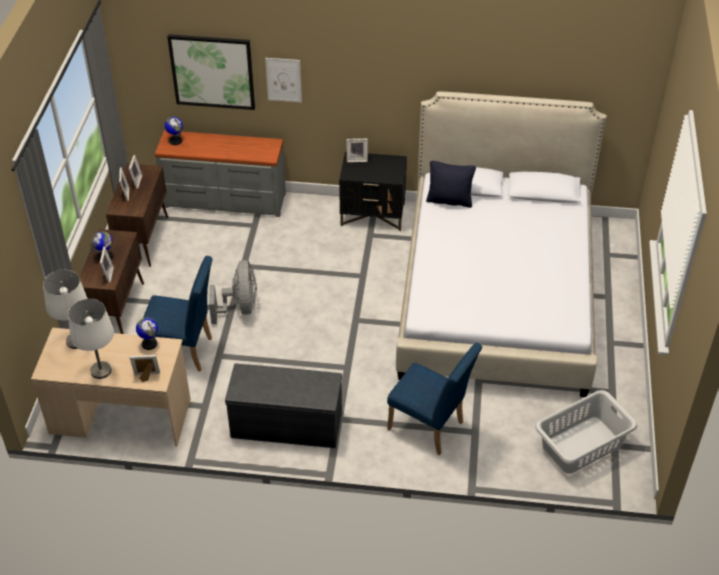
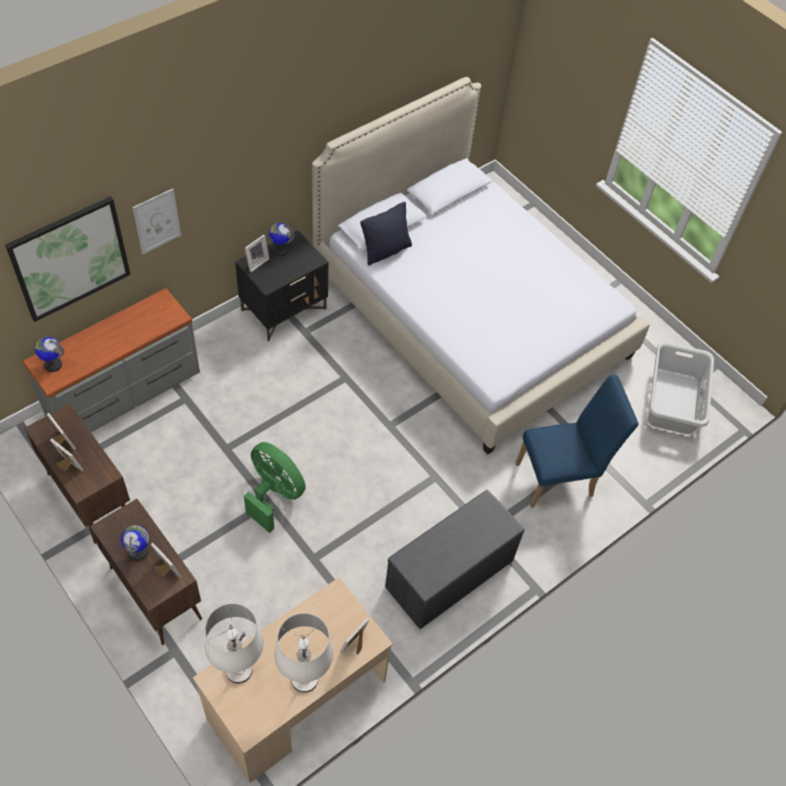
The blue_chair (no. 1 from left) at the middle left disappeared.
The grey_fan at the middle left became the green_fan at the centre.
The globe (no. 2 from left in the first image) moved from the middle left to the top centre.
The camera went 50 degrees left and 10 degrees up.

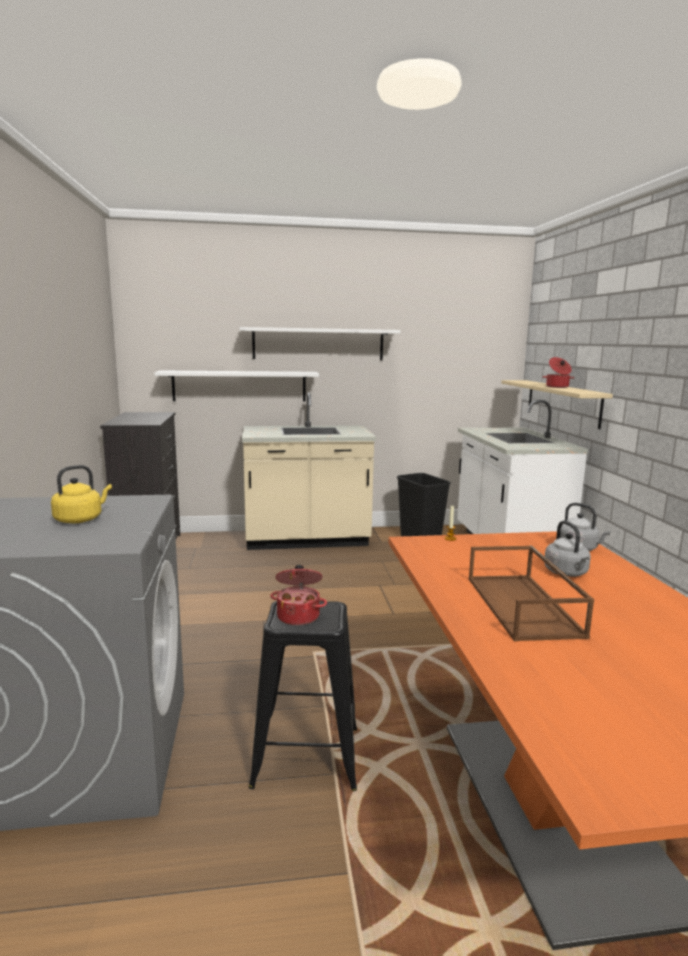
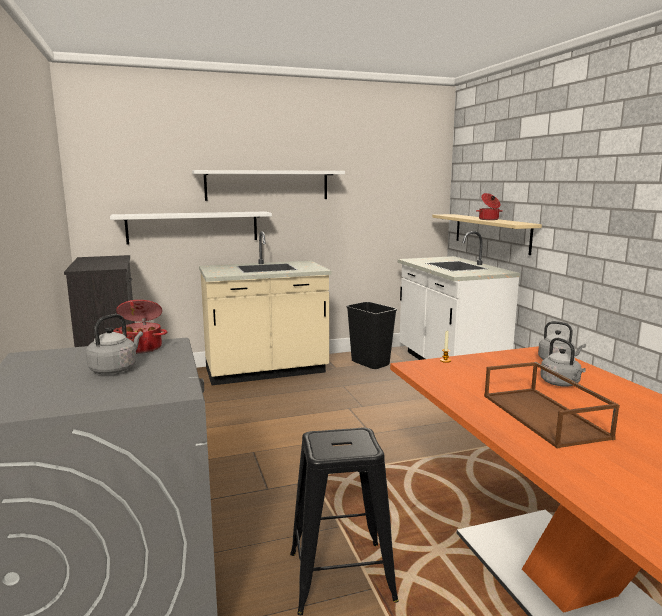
The yellow_kettle at the middle left became the grey_kettle (no. 1 from left) at the middle left.
The cooking_pot (no. 1 from left) moved from the centre to the middle left.
The camera went 10 degrees left and 0 degrees up.

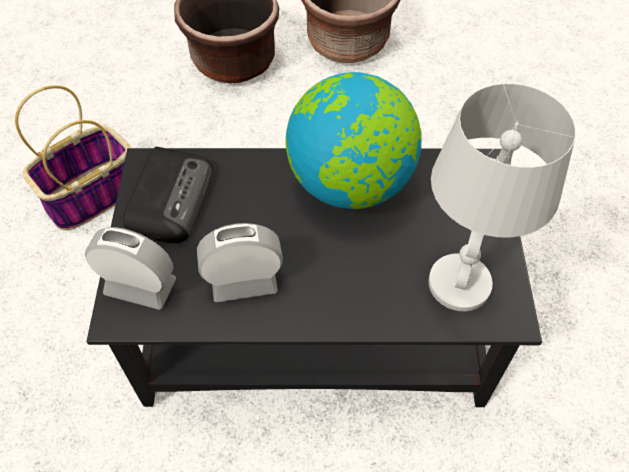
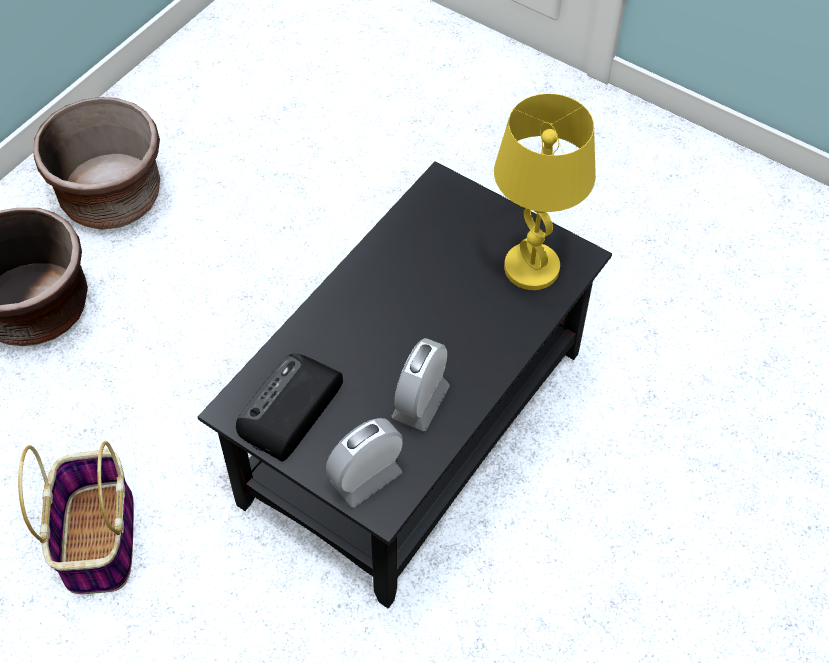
The globe at the top centre disappeared.
The white_table_lamp at the middle right became the yellow_table_lamp at the top centre.
The radio at the middle left turned 105 degrees counterclockwise.
The camera went 55 degrees left and 0 degrees up.

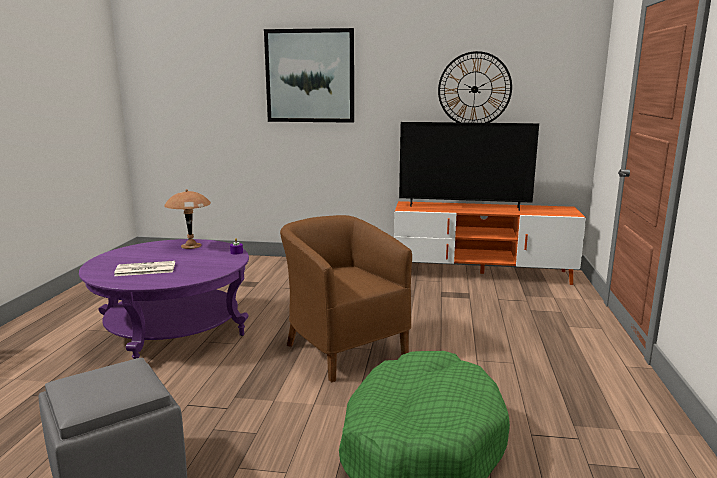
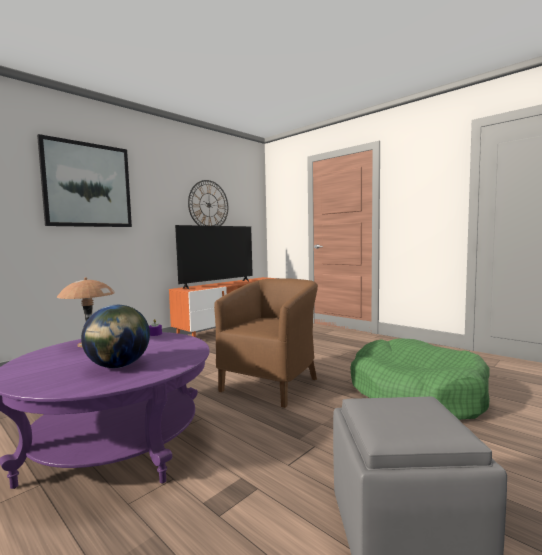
The brown_armchair at the centre turned 120 degrees clockwise.
The newspaper at the middle left was replaced by the globe at the middle left.
The camera went 55 degrees left and 10 degrees down.

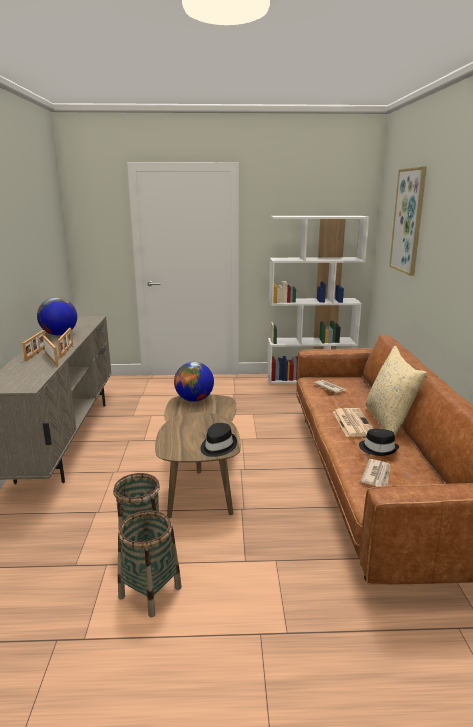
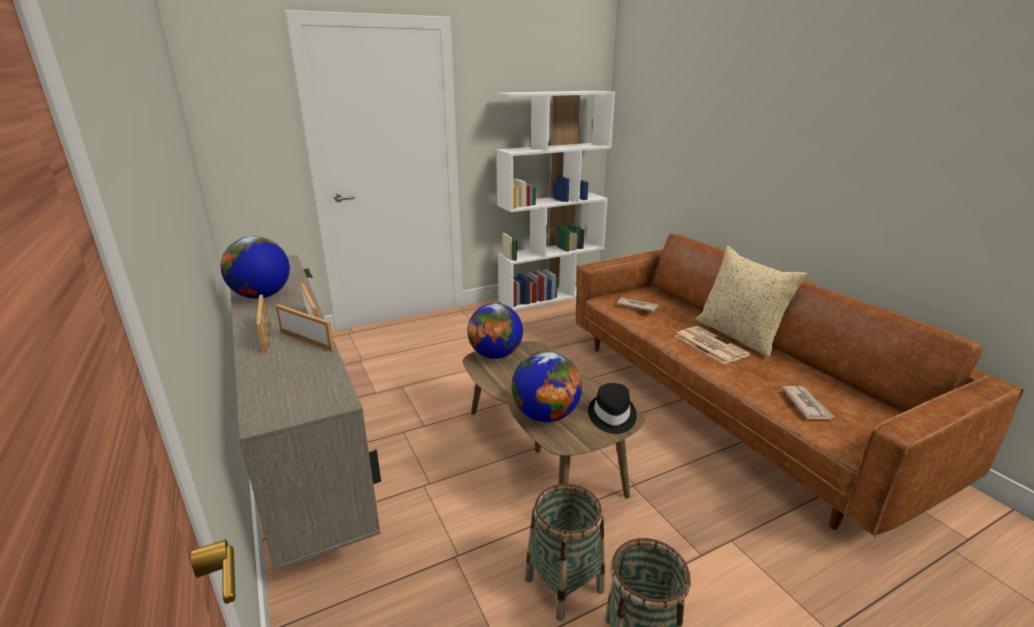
The picture at the top right disappeared.
The black_hat (no. 2 from left) at the middle right disappeared.
The globe (no. 3 from left) at the centre appeared.
The camera went 25 degrees left and 5 degrees up.

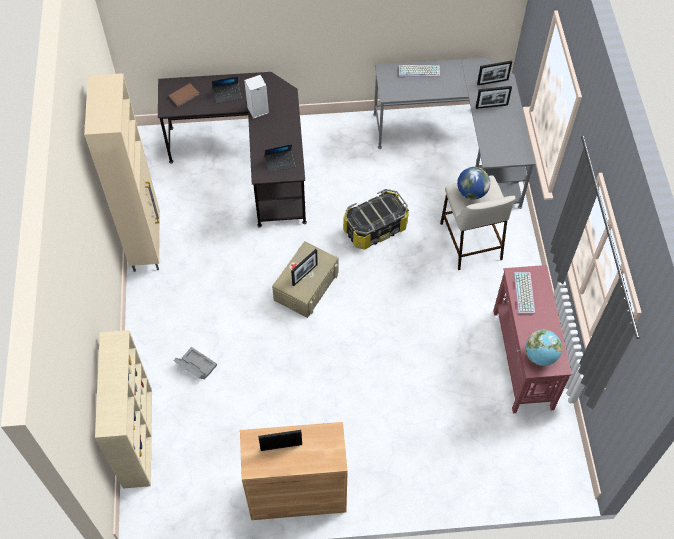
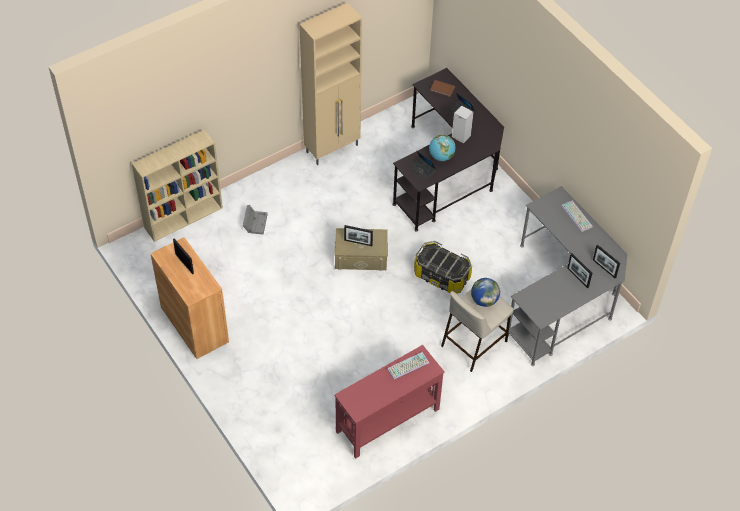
The globe (no. 2 from left in the first image) moved from the middle right to the top centre.
The camera went 60 degrees right and 5 degrees down.

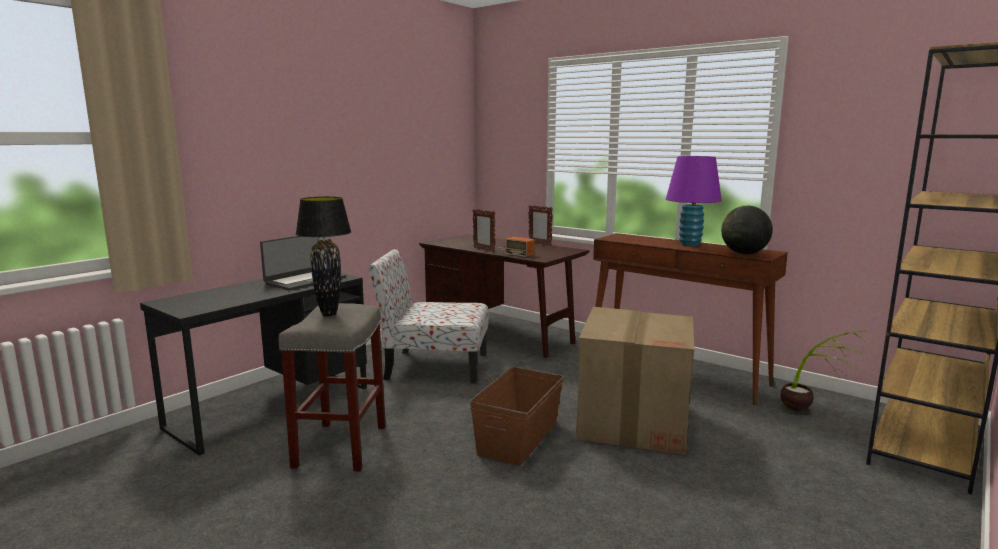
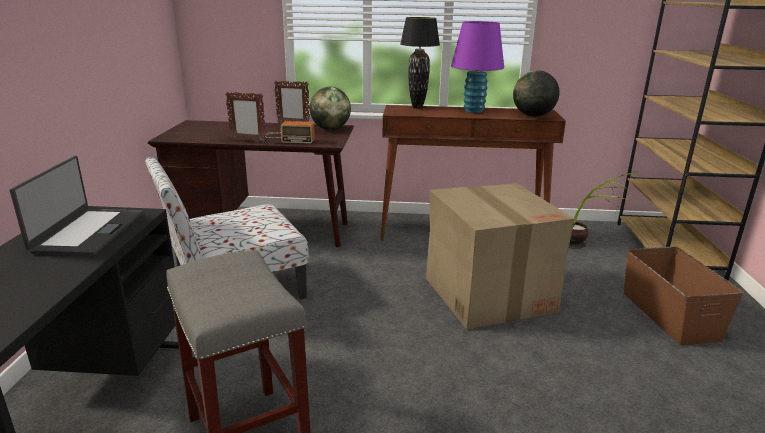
The black_table_lamp moved from the middle left to the top centre.
The brown_storage_box moved from the bottom centre to the bottom right.
The globe (no. 1 from left) at the top centre appeared.
The camera went 35 degrees left and 10 degrees up.

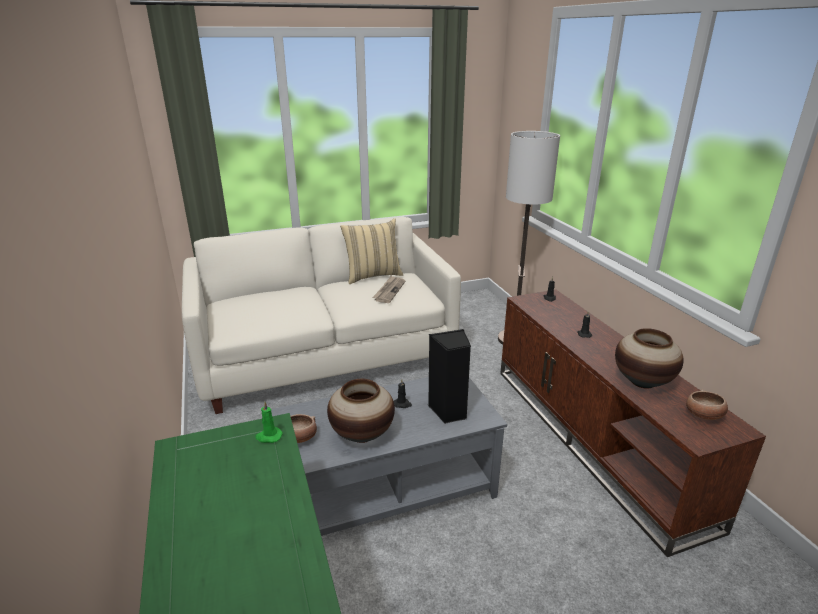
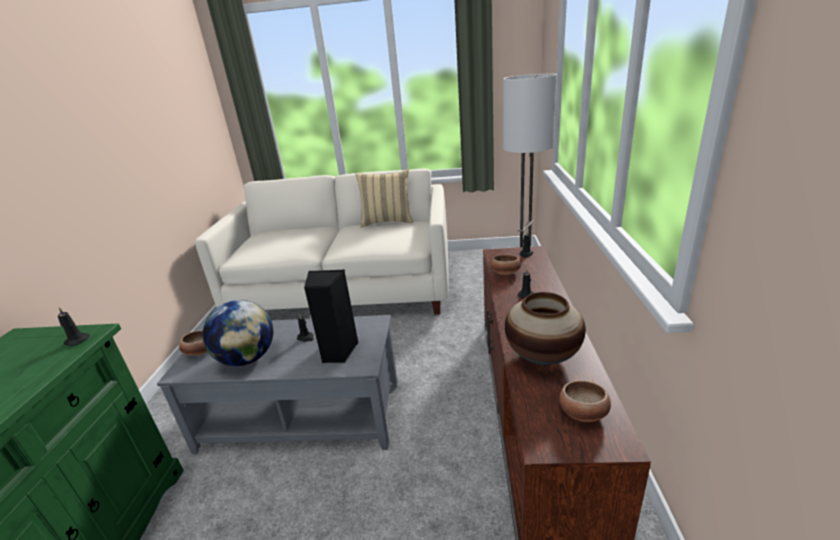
The newspaper at the centre disappeared.
The vase (no. 1 from left) at the bottom centre was replaced by the globe at the middle left.
The green_candle at the bottom left became the black_candle (no. 1 from left) at the middle left.
The bowl (no. 2 from left) at the centre appeared.
The camera went 25 degrees right and 0 degrees up.

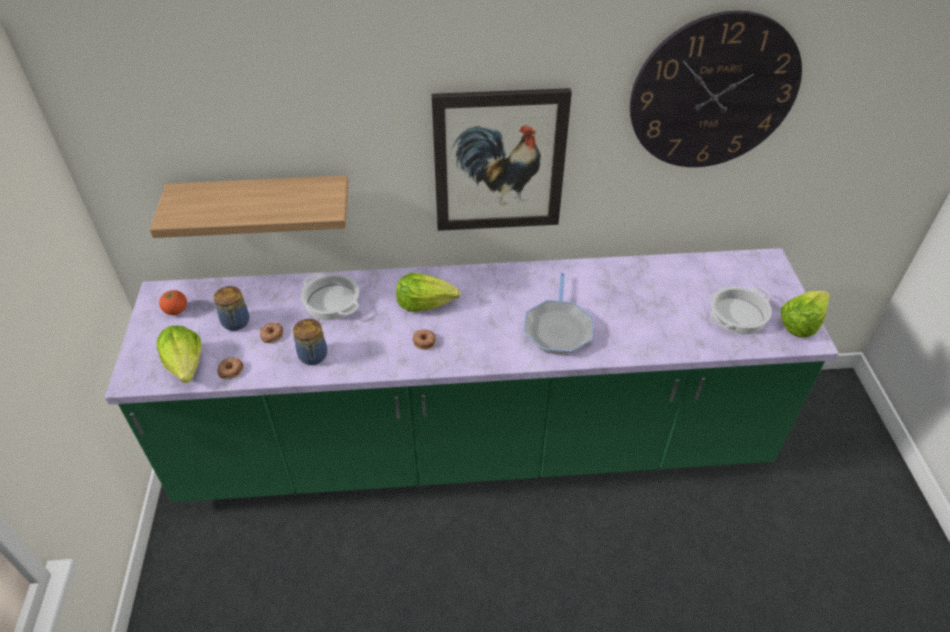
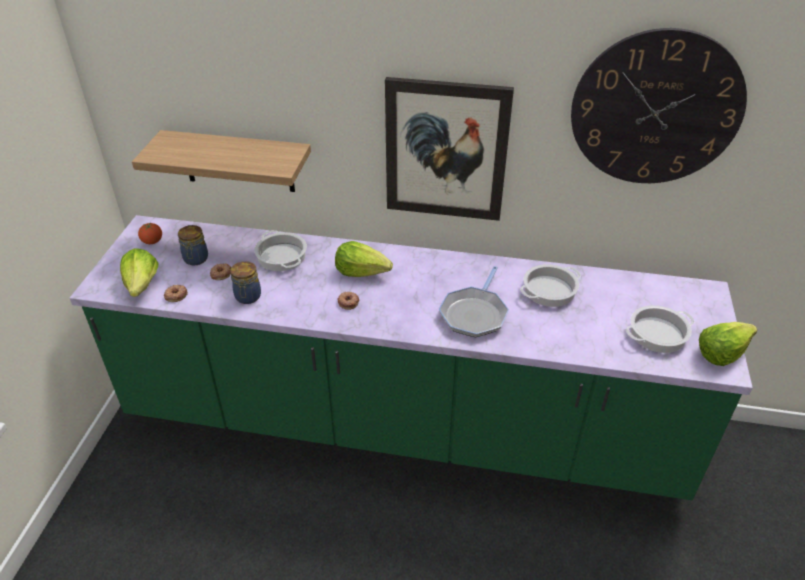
The cooking_pot (no. 2 from left) at the middle right appeared.
The camera went 15 degrees right and 5 degrees down.

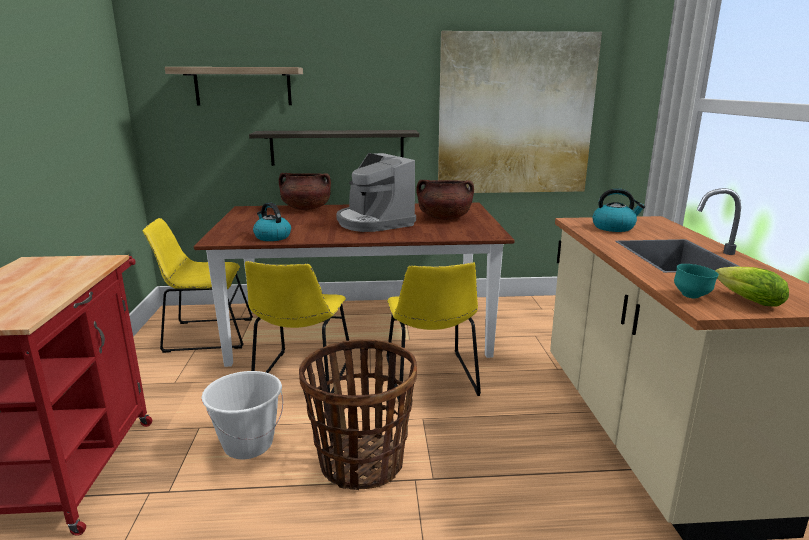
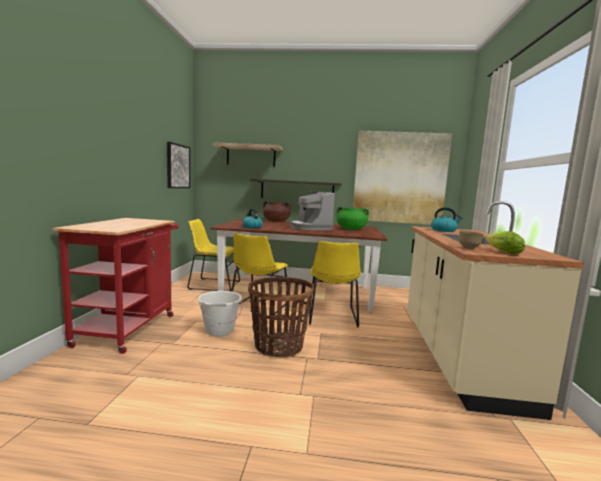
The brown_cooking_pot (no. 2 from left) at the centre became the green_cooking_pot at the centre.
The turquoise_bowl at the middle right became the brown_bowl at the middle right.
The picture (no. 1 from left) at the middle left appeared.
The camera went 10 degrees right and 10 degrees down.

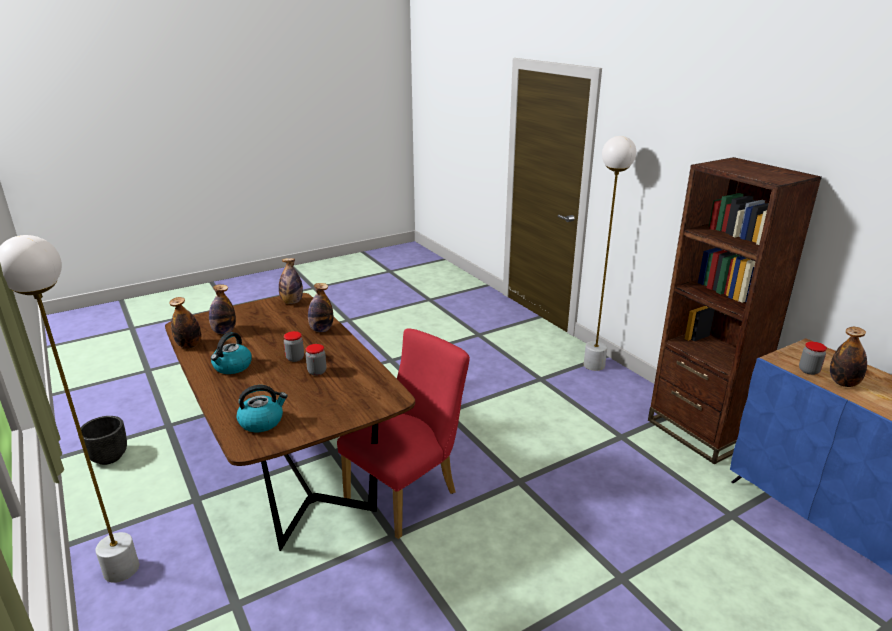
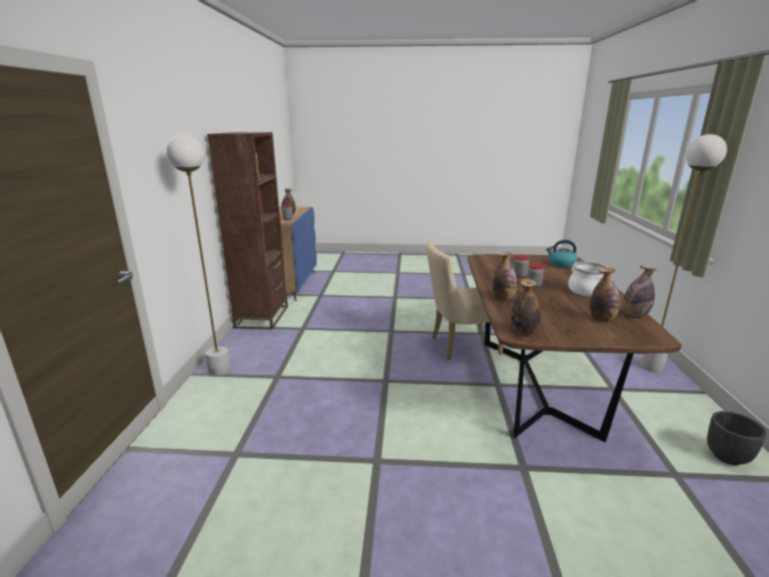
The red_chair at the bottom centre became the beige_chair at the centre.
The kettle (no. 1 from left) at the middle left was replaced by the cooking_pot at the middle right.
The camera went 145 degrees left and 5 degrees down.

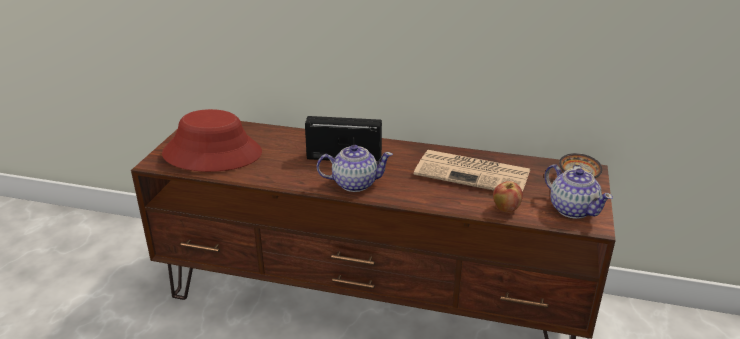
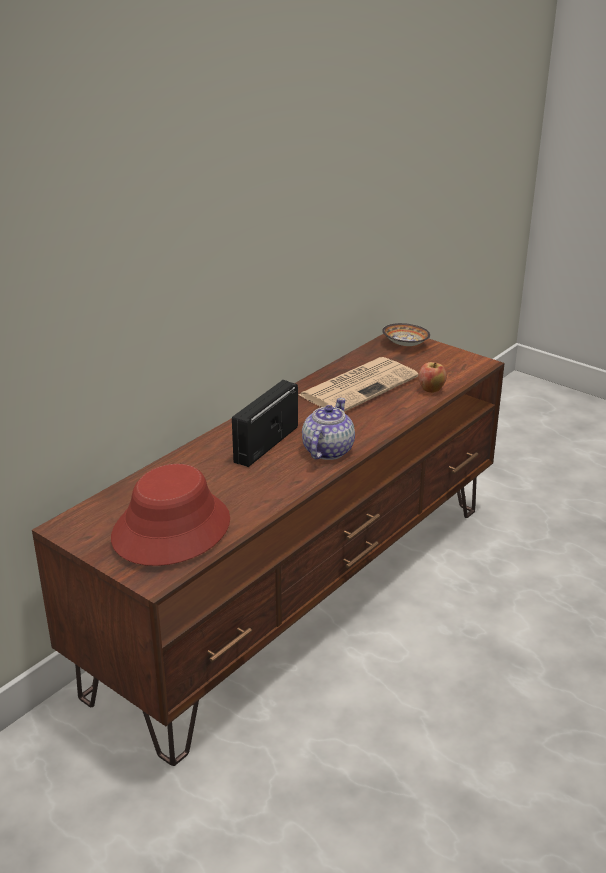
The teapot (no. 2 from left) at the middle right disappeared.
The camera went 65 degrees left and 0 degrees up.

